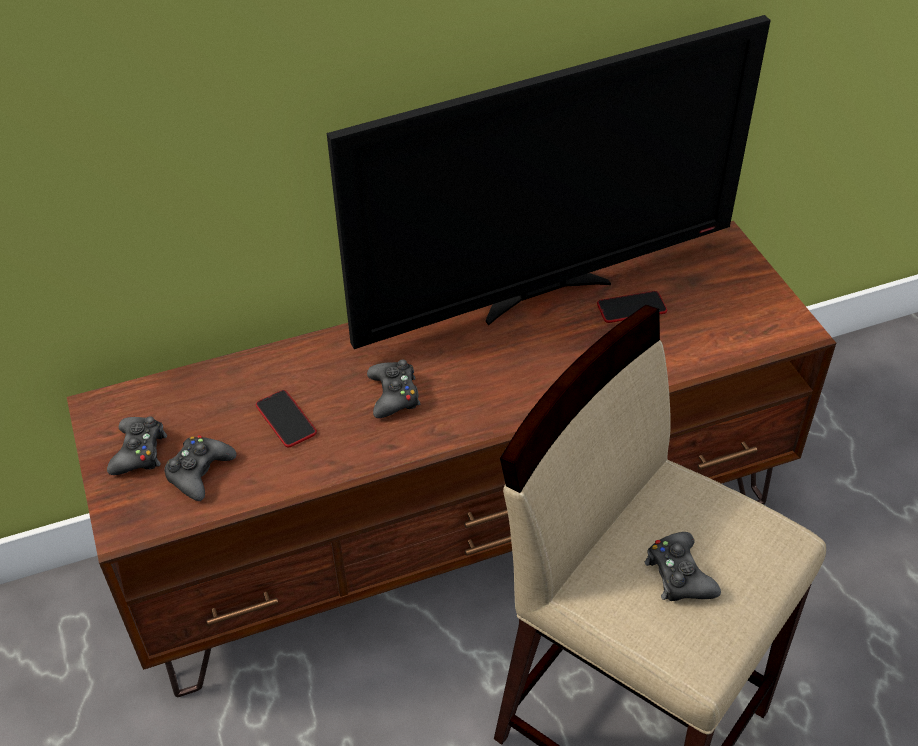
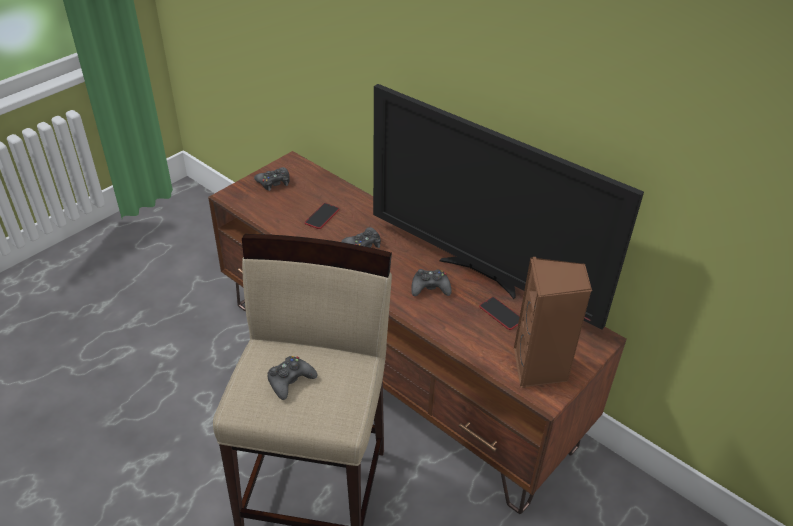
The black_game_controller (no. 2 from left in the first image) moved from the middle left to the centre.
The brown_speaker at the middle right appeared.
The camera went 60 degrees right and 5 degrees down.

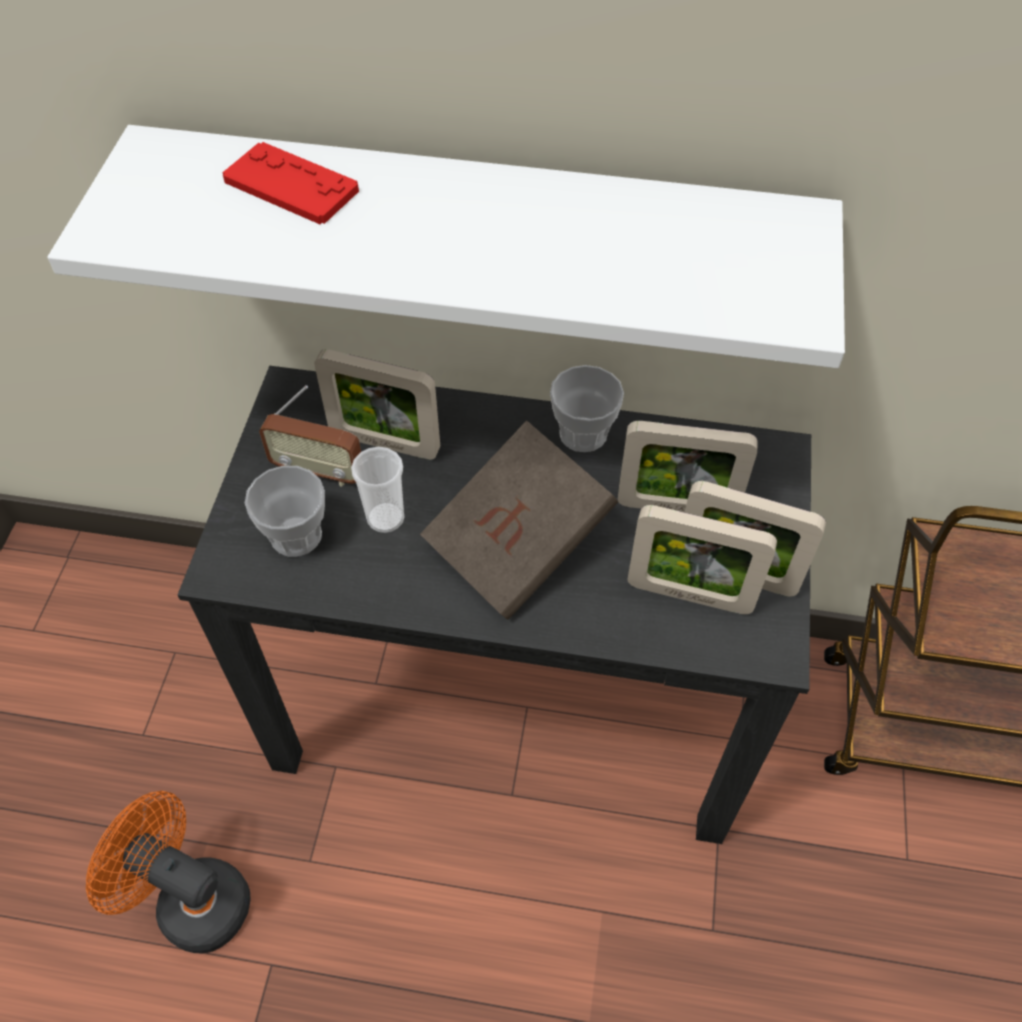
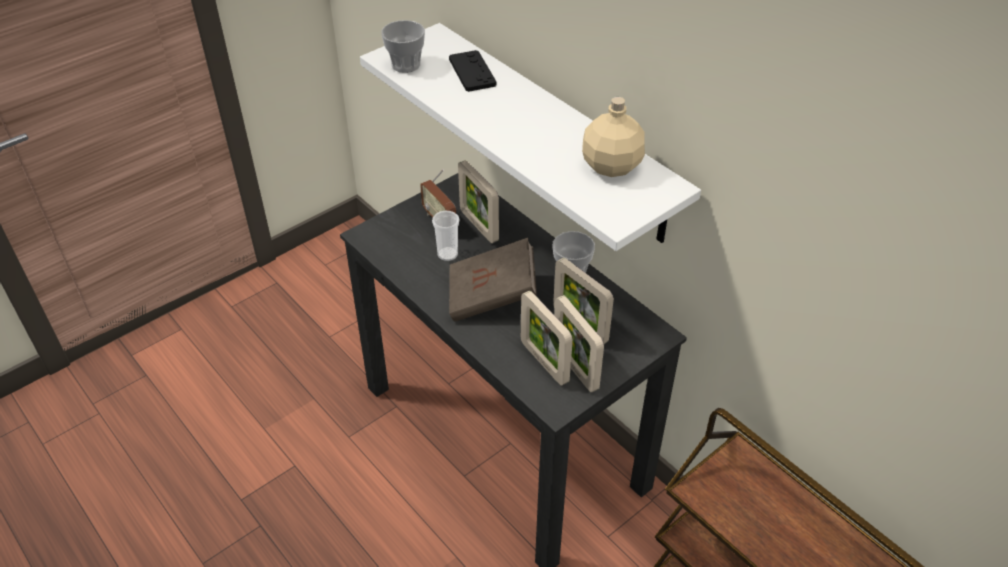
The red_game_controller at the top left became the black_game_controller at the top centre.
The cup (no. 1 from left) moved from the middle left to the top centre.
The orange_fan at the bottom left disappeared.
The beige_bottle at the top centre appeared.
The camera went 40 degrees right and 10 degrees down.

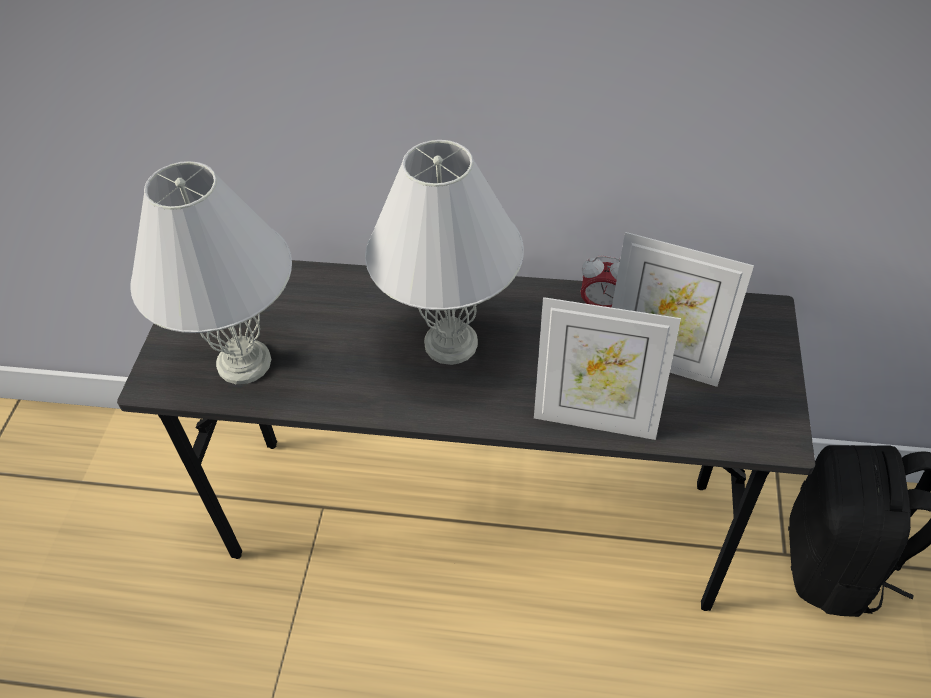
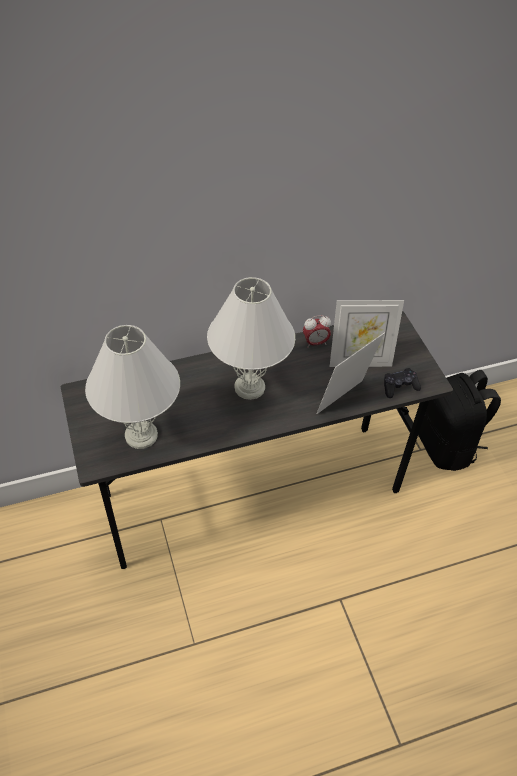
The picture_frame (no. 1 from left) at the centre turned 150 degrees clockwise.
The black_game_controller at the middle right appeared.
The camera went 30 degrees left and 0 degrees up.

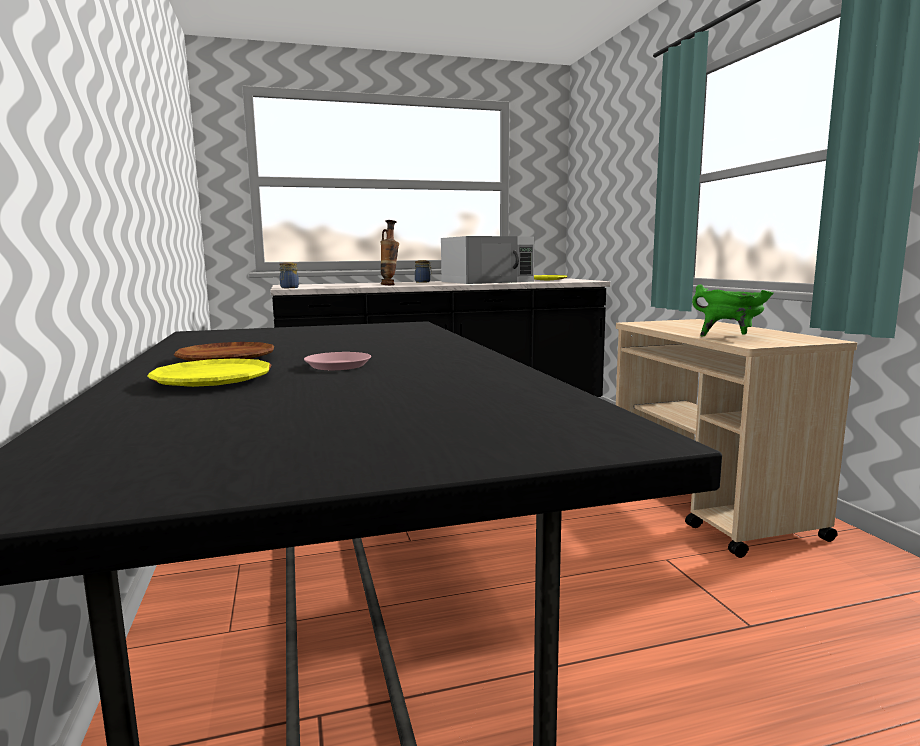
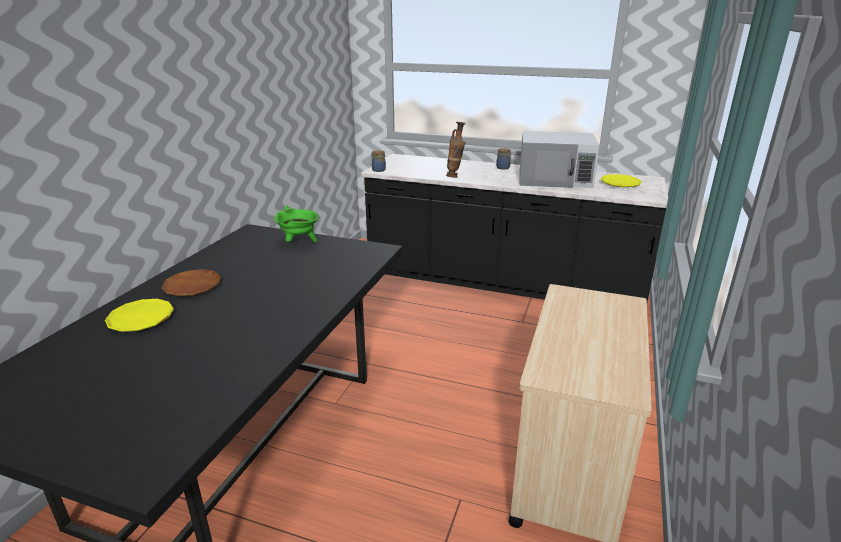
The green_cooking_pot moved from the middle right to the centre.
The pink_plate at the centre disappeared.
The camera went 35 degrees right and 15 degrees up.

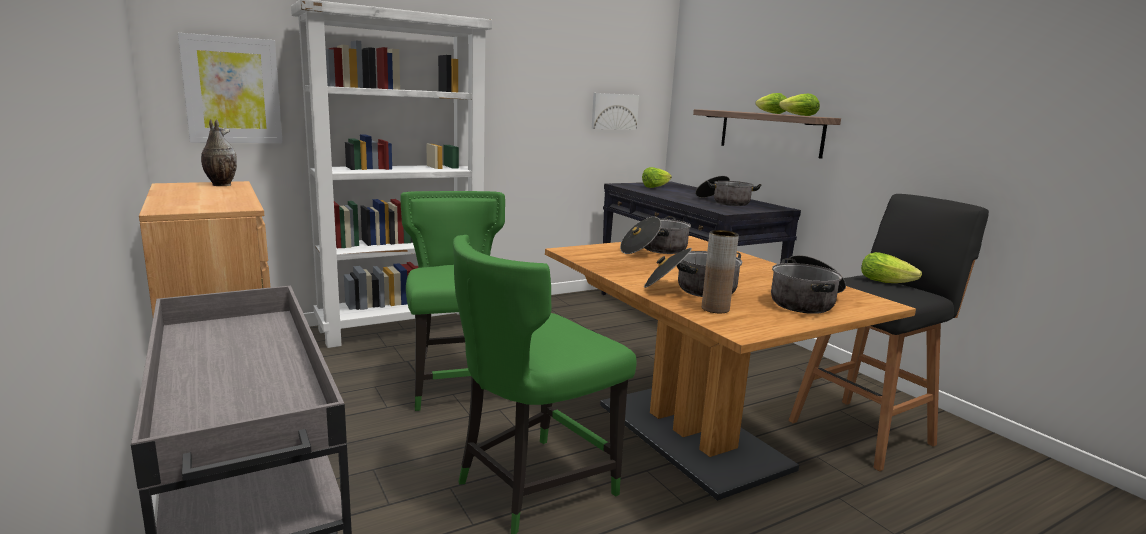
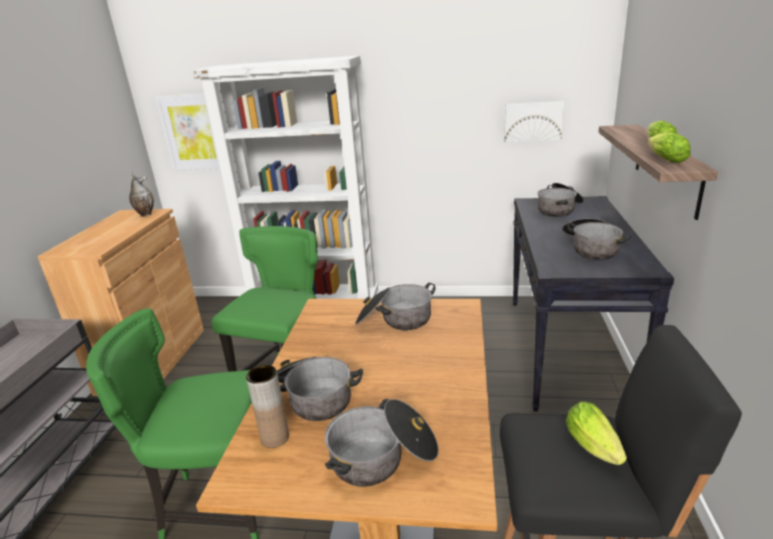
The lettuce (no. 1 from left) at the top centre was replaced by the cooking_pot (no. 4 from left) at the middle right.
The camera went 40 degrees right and 10 degrees up.

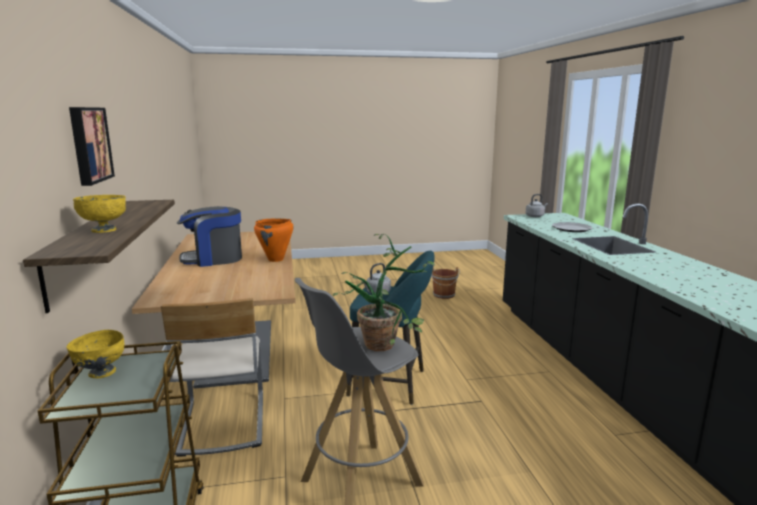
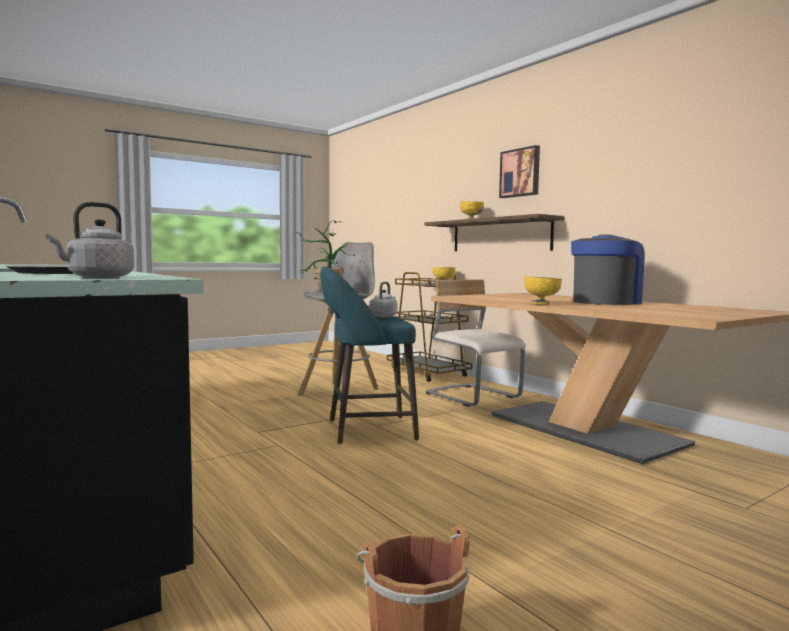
The orange_cooking_pot at the centre was replaced by the yellow_bowl (no. 3 from left) at the middle right.
The camera went 155 degrees right and 10 degrees down.

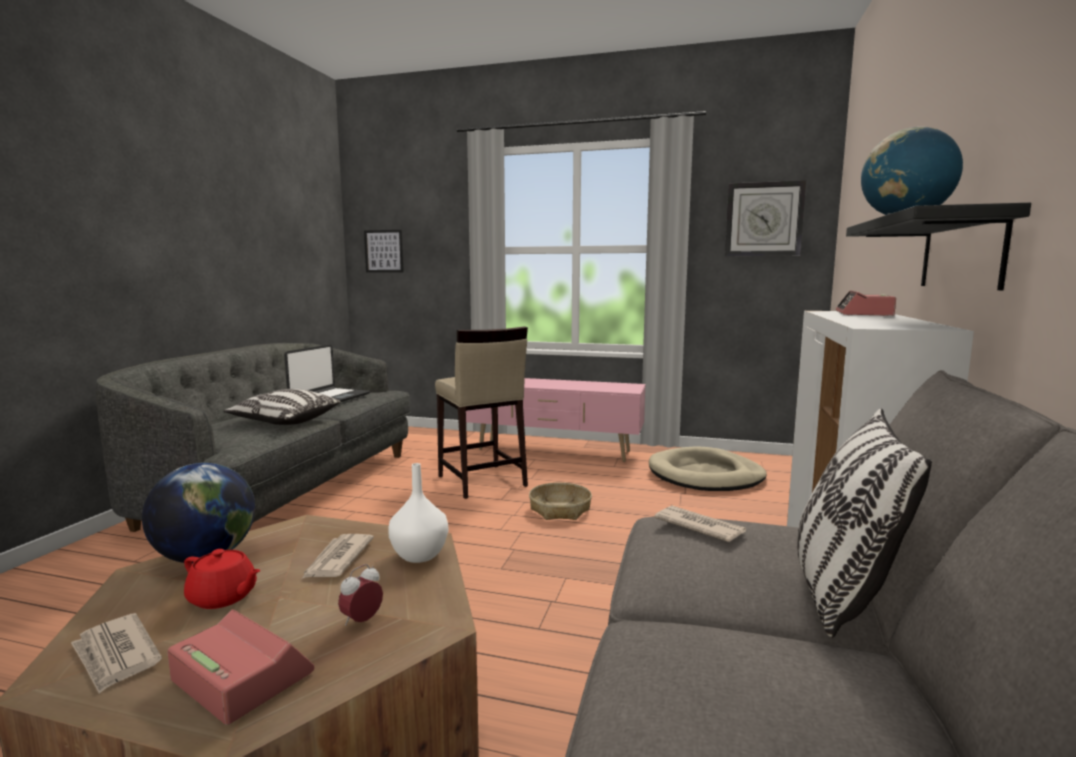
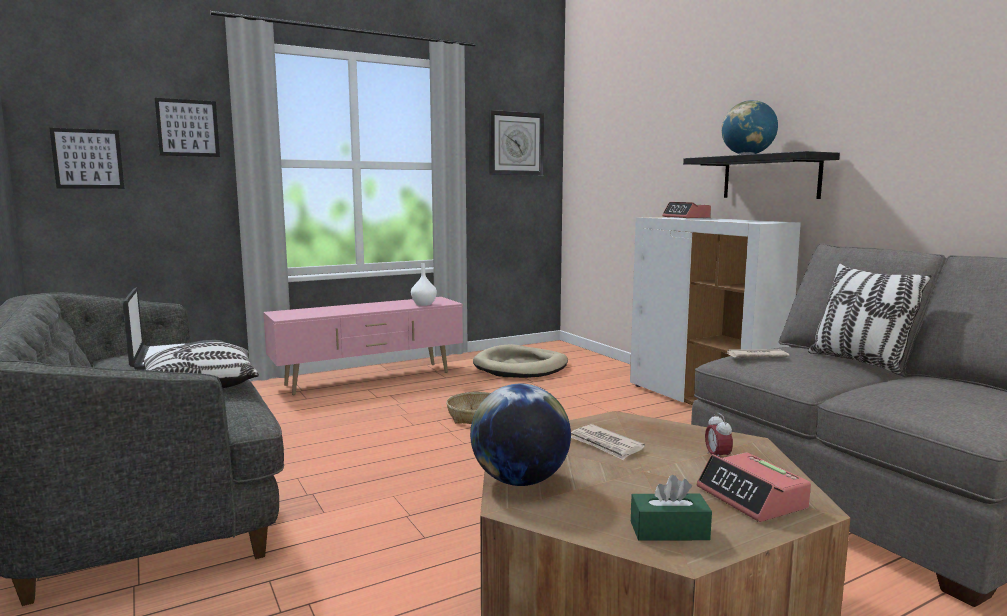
The beige_stool at the centre disappeared.
The white_vase moved from the bottom centre to the centre.
The red_teapot at the bottom left disappeared.
The alarm_clock (no. 1 from left in the first image) at the bottom left turned 105 degrees counterclockwise.
The newspaper (no. 1 from left) at the bottom left was replaced by the green_tissue_box at the bottom centre.
The picture (no. 2 from left) at the top left appeared.
The camera went 45 degrees left and 0 degrees up.

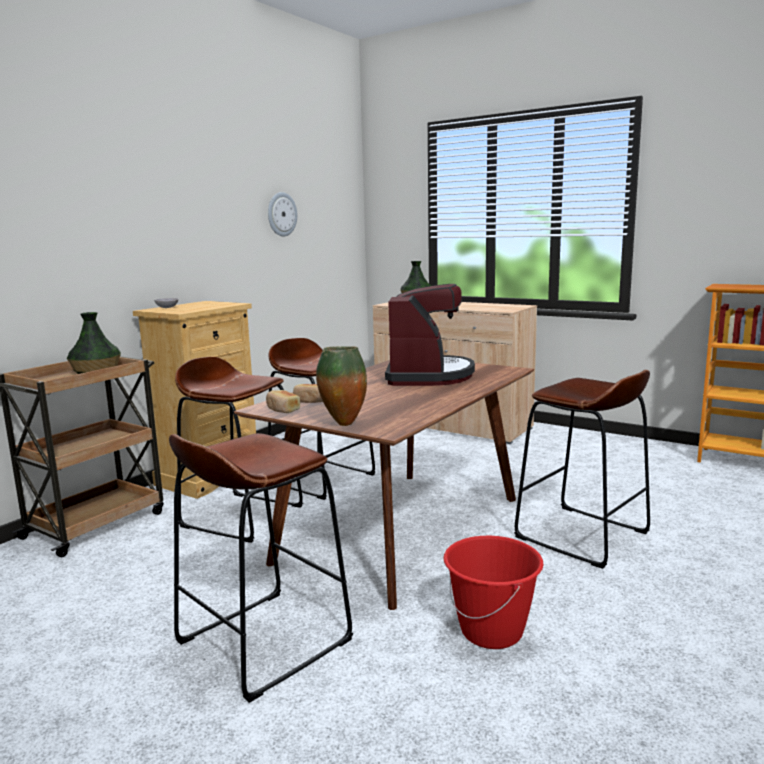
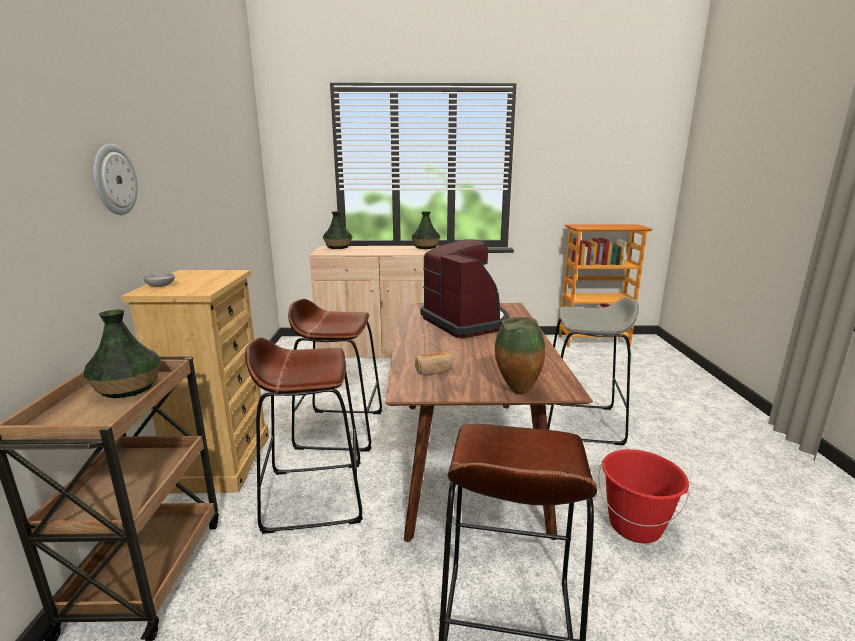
The wall_clock moved from the top centre to the top left.
The brown_stool (no. 4 from left) at the middle right became the grey_stool at the middle right.
The bread (no. 1 from left) at the centre disappeared.
The vase (no. 3 from left) at the centre appeared.
The camera went 35 degrees left and 5 degrees up.

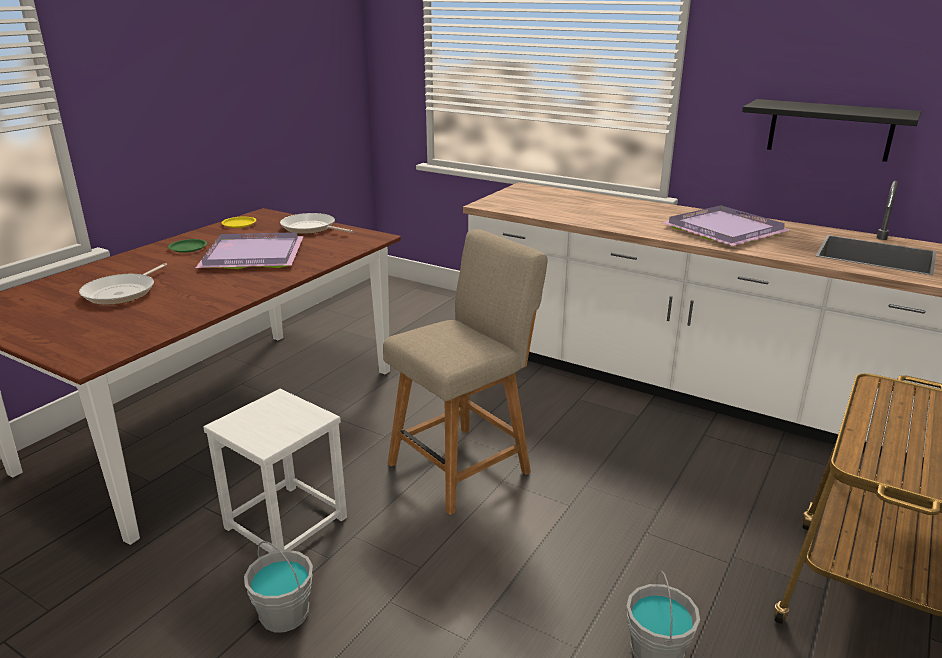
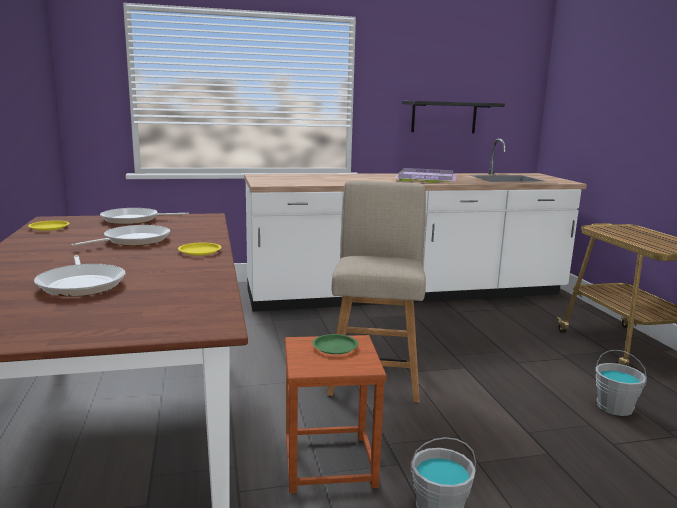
The purple_tray (no. 1 from left) at the middle left was replaced by the frying_pan (no. 2 from left) at the middle left.
The green_plate moved from the middle left to the bottom centre.
The white_stool at the bottom left became the brown_stool at the bottom centre.
The yellow_plate (no. 2 from left) at the middle left appeared.
The camera went 45 degrees left and 10 degrees down.

